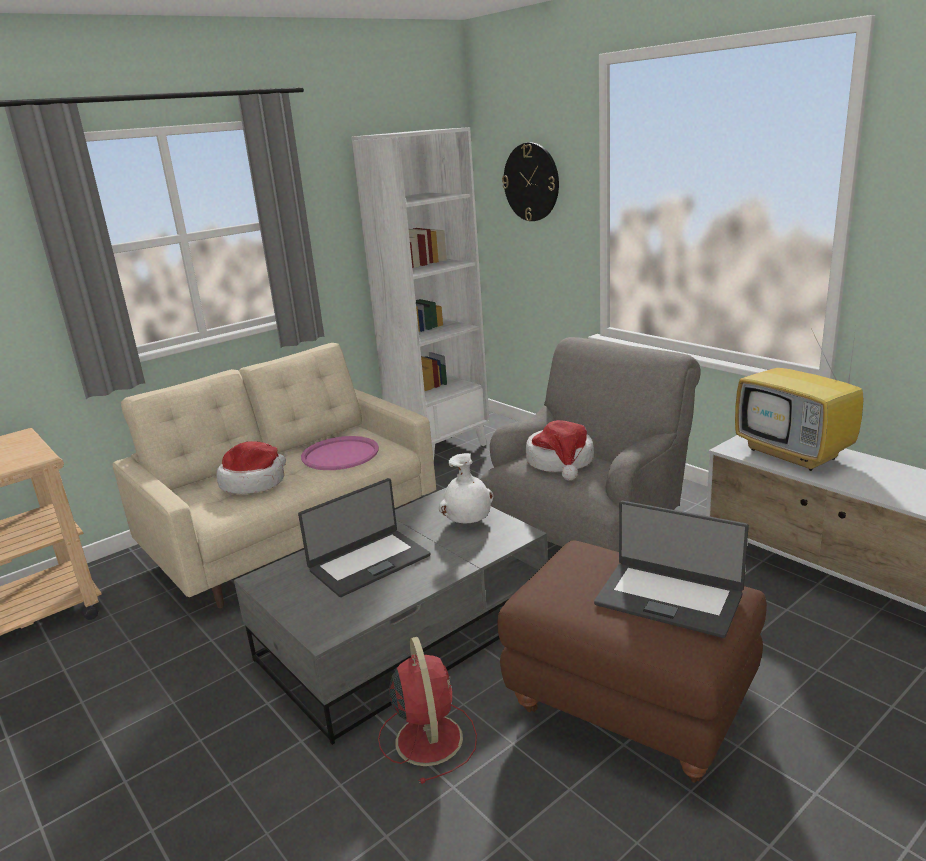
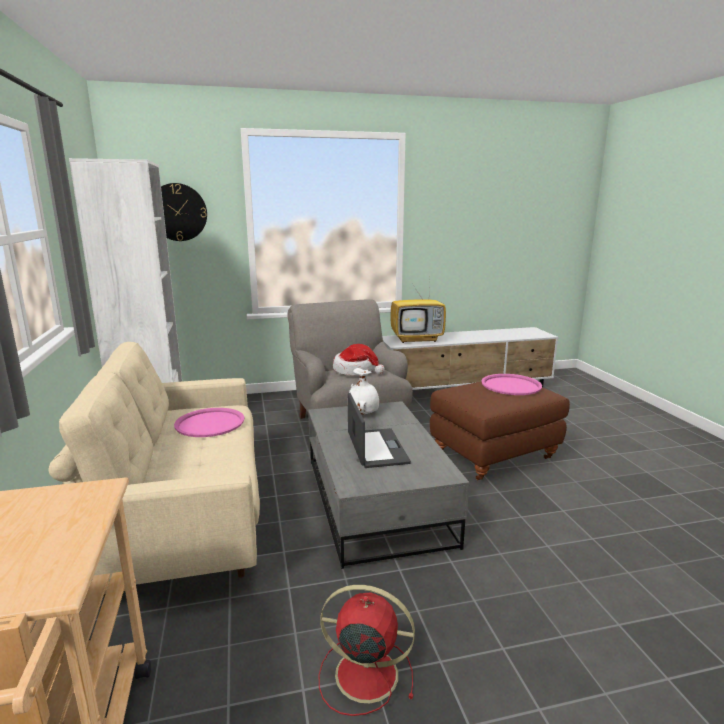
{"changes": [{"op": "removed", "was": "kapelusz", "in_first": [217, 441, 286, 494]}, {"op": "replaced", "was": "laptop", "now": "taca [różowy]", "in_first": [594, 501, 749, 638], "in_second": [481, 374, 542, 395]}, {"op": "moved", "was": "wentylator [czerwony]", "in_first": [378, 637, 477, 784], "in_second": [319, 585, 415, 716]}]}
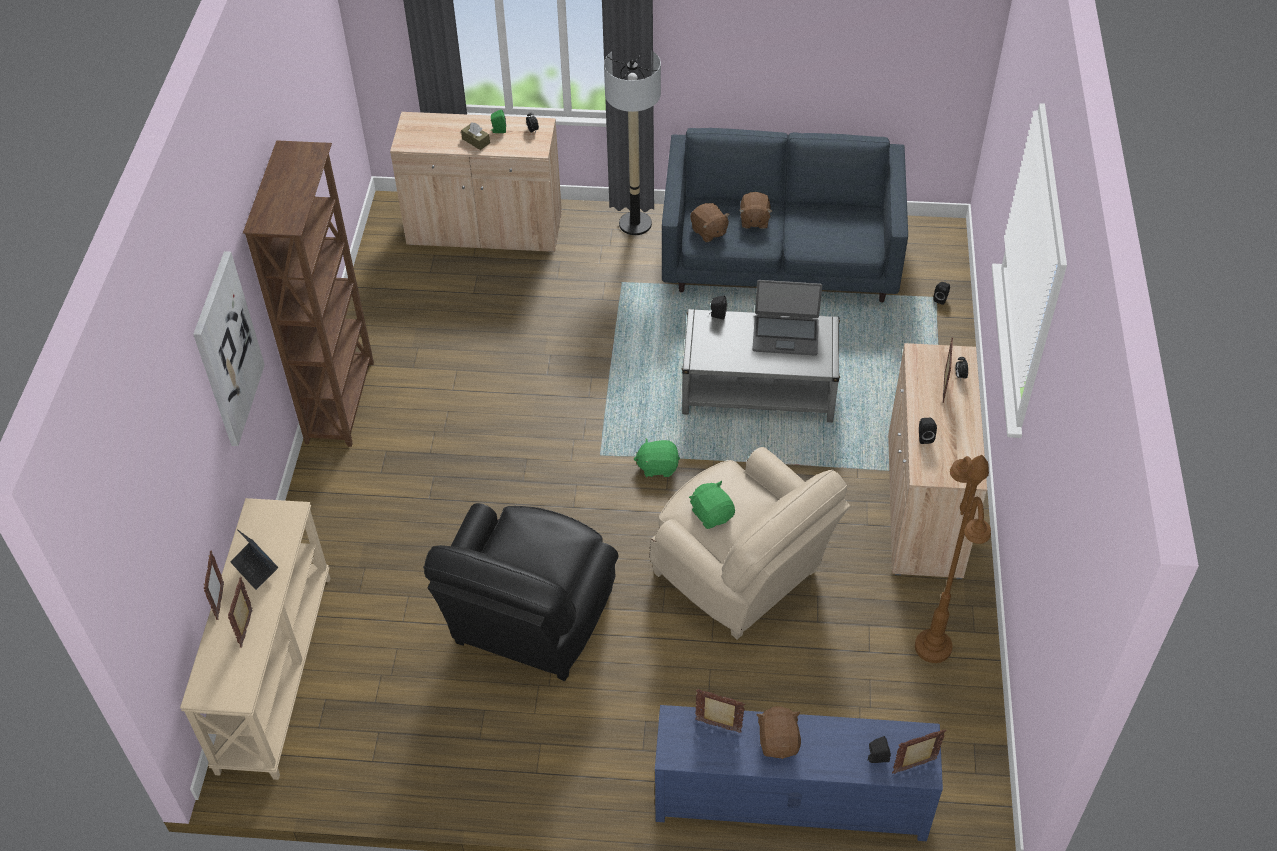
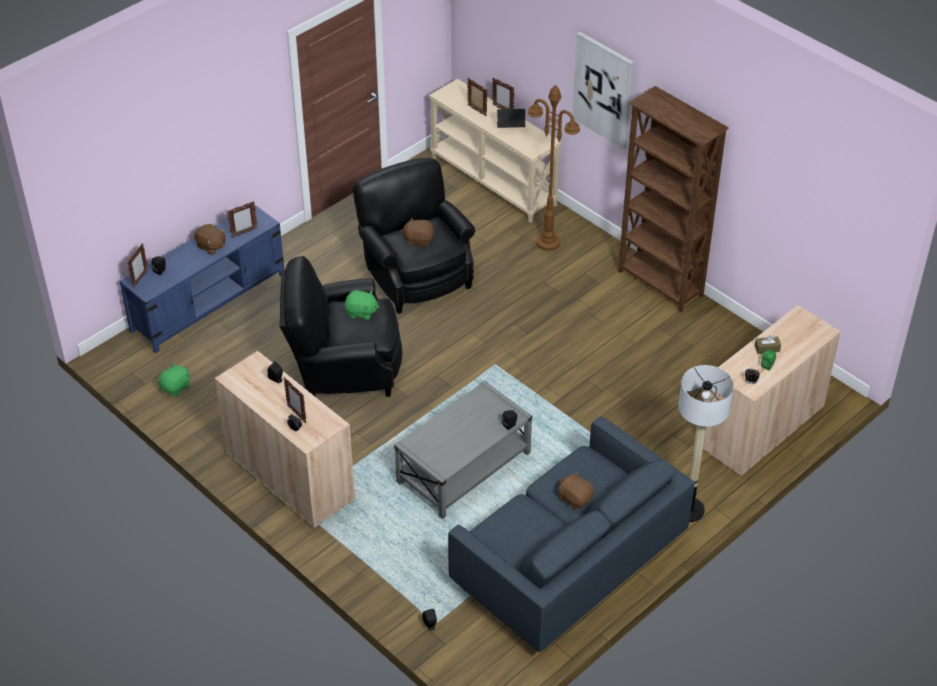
{"changes": [{"op": "moved", "was": "pluszak [brązowy]", "in_first": [690, 203, 730, 242], "in_second": [401, 217, 435, 247]}, {"op": "removed", "was": "laptop", "in_first": [752, 280, 822, 356]}, {"op": "moved", "was": "pluszak [zielony]", "in_first": [634, 438, 680, 477], "in_second": [158, 363, 190, 396]}, {"op": "recoloured", "was": "fotel [beżowy]", "now": "fotel [czarny]", "in_first": [650, 447, 851, 640], "in_second": [280, 256, 402, 397]}, {"op": "moved", "was": "lampa stojąca [brązowy]", "in_first": [915, 455, 991, 663], "in_second": [528, 85, 580, 251]}]}
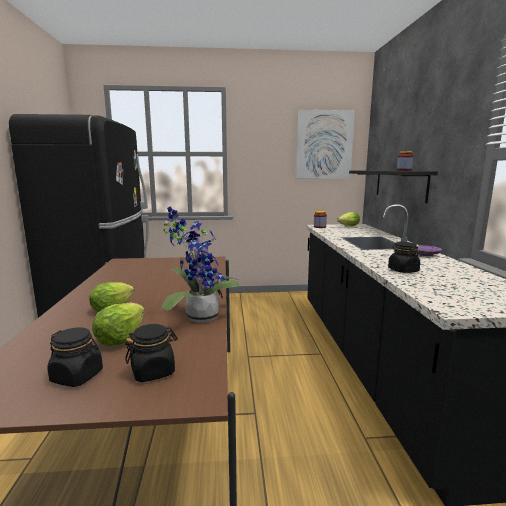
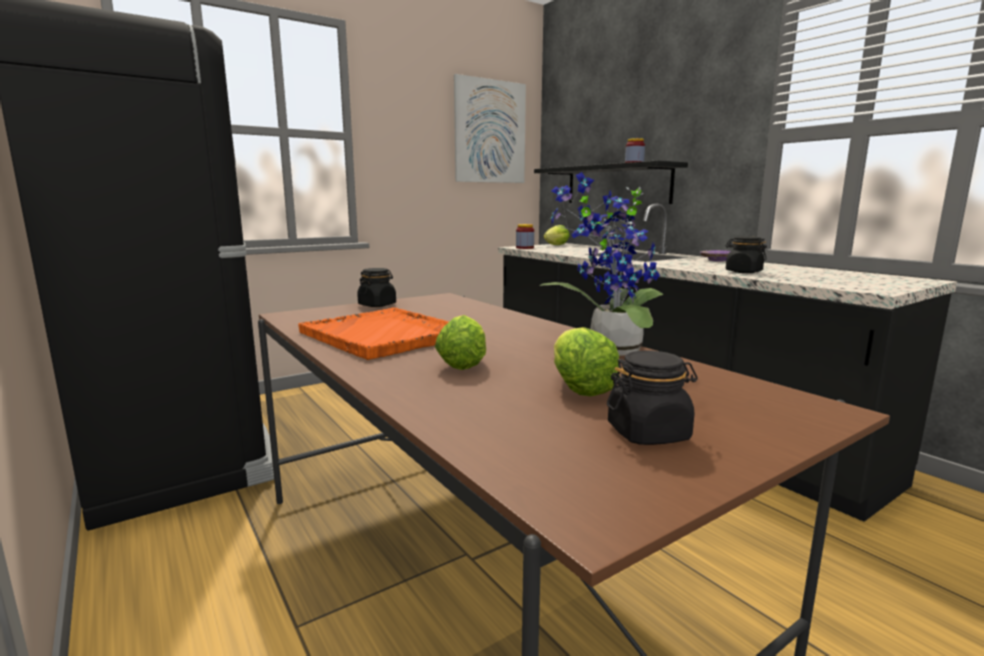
{"changes": [{"op": "moved", "was": "słoik [czarny]", "in_first": [125, 324, 178, 382], "in_second": [357, 268, 396, 307]}, {"op": "added", "now": "taca [pomarańczowy]", "in_second": [298, 307, 448, 360]}]}
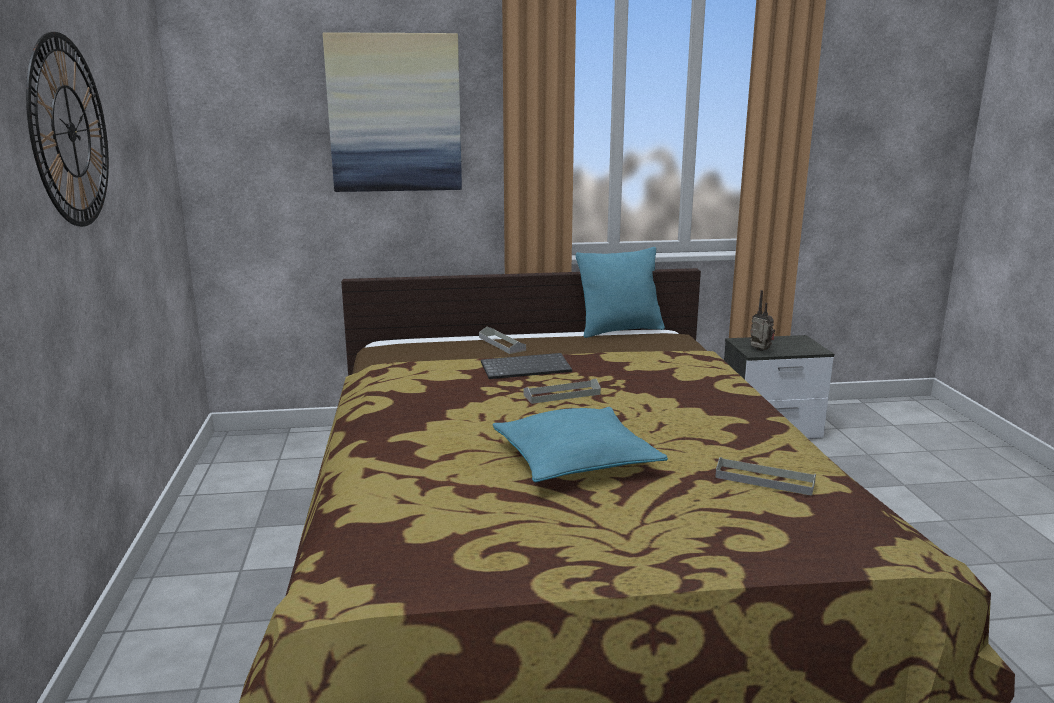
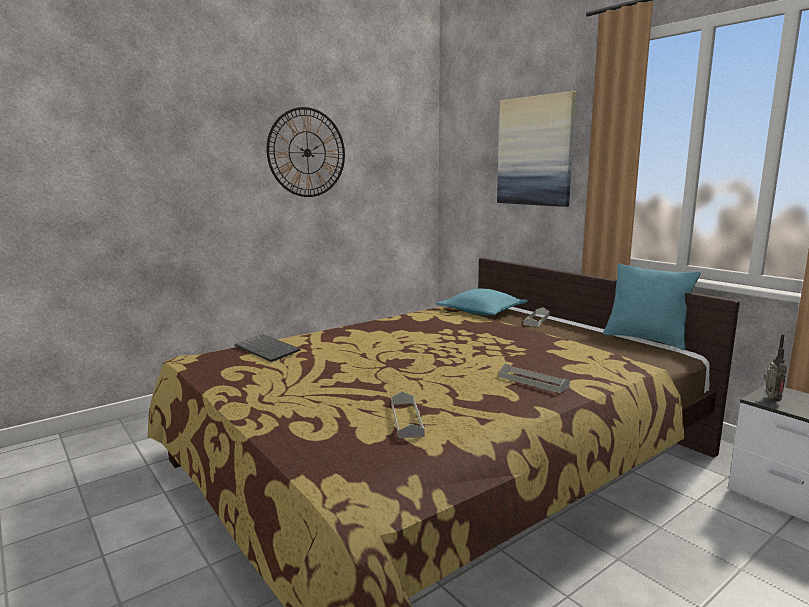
{"changes": [{"op": "moved", "was": "klawiatura", "in_first": [481, 353, 572, 379], "in_second": [235, 334, 300, 362]}, {"op": "moved", "was": "taca [szary]", "in_first": [524, 379, 601, 404], "in_second": [499, 364, 570, 393]}, {"op": "moved", "was": "poduszka [turkusowy]", "in_first": [493, 407, 668, 482], "in_second": [437, 289, 528, 315]}]}
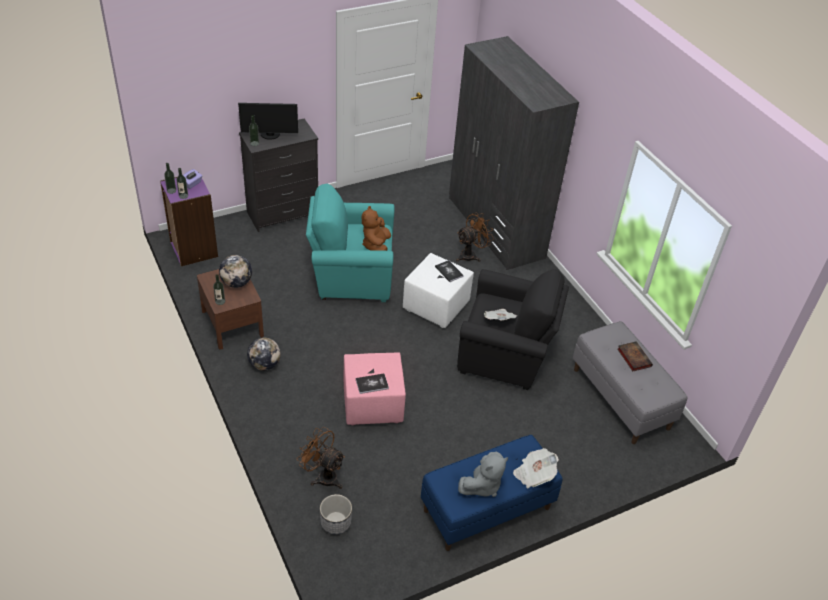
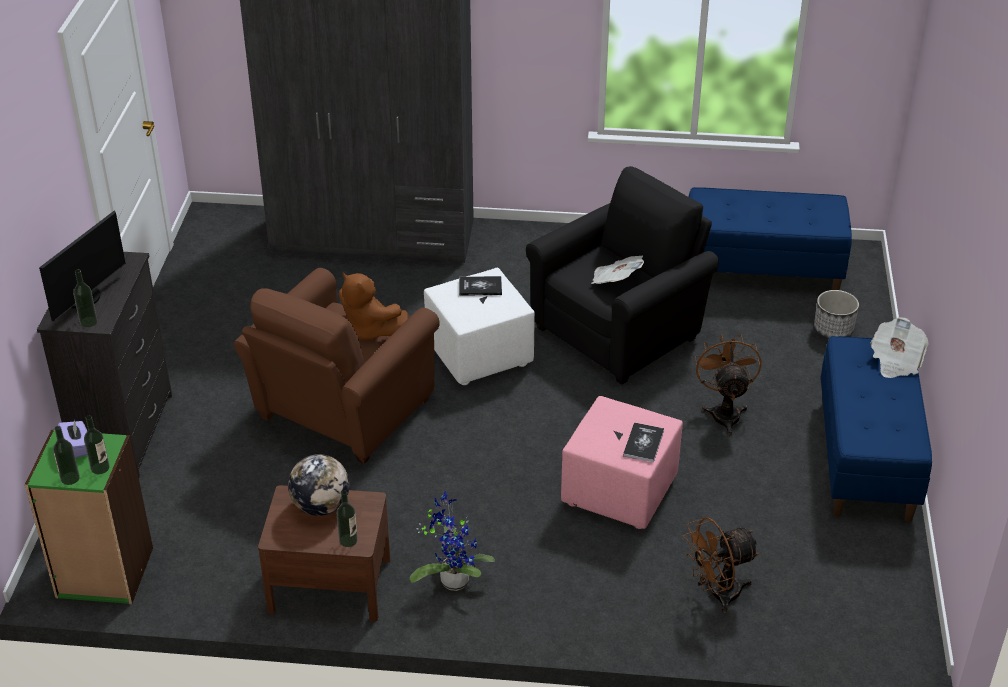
{"changes": [{"op": "recoloured", "was": "regał [fioletowy]", "now": "regał [zielony]", "in_first": [160, 177, 218, 266], "in_second": [25, 430, 153, 604]}, {"op": "recoloured", "was": "fotel [turkusowy]", "now": "fotel [brązowy]", "in_first": [306, 184, 394, 302], "in_second": [234, 268, 440, 464]}, {"op": "moved", "was": "wentylator [brązowy]", "in_first": [456, 213, 494, 262], "in_second": [695, 334, 761, 435]}, {"op": "recoloured", "was": "ławka [szary]", "now": "ławka [niebieski]", "in_first": [573, 321, 687, 444], "in_second": [689, 187, 852, 290]}, {"op": "replaced", "was": "globus", "now": "roślina doniczkowa", "in_first": [247, 337, 281, 371], "in_second": [410, 491, 495, 591]}, {"op": "removed", "was": "książka", "in_first": [618, 341, 653, 371]}, {"op": "removed", "was": "pluszak [szary]", "in_first": [458, 452, 508, 497]}, {"op": "moved", "was": "donica", "in_first": [320, 494, 352, 535], "in_second": [814, 290, 859, 338]}]}
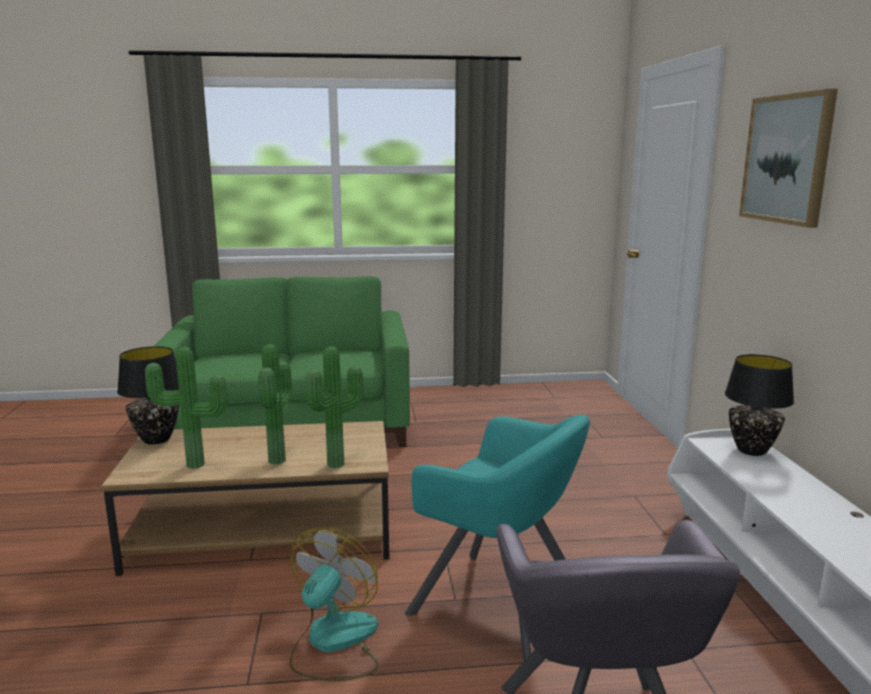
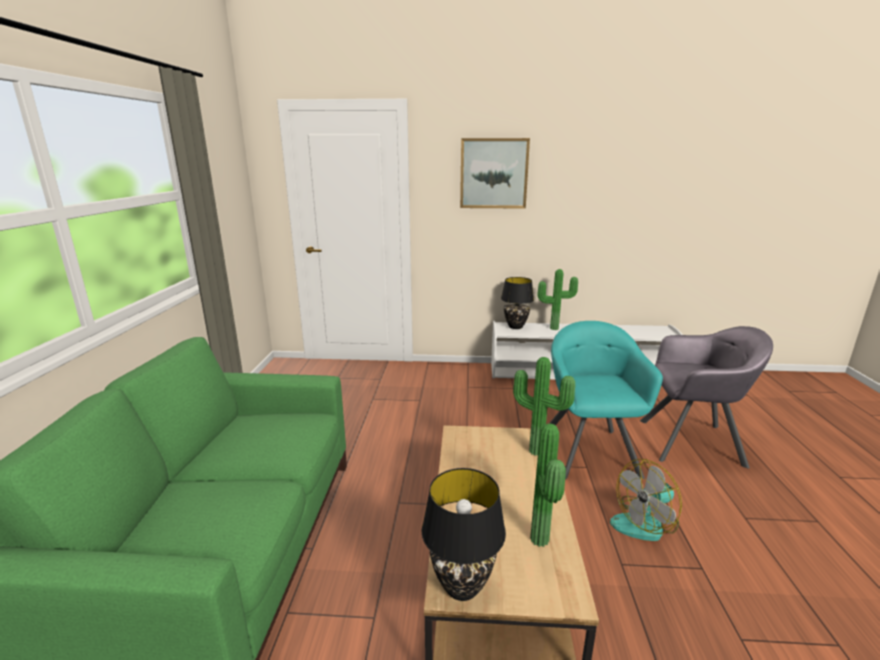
{"changes": [{"op": "moved", "was": "roślina doniczkowa", "in_first": [258, 344, 292, 465], "in_second": [537, 269, 578, 330]}, {"op": "turned", "was": "fotel [turkusowy]", "in_first": [405, 415, 590, 662], "in_second": [549, 321, 663, 480], "clockwise": -45}, {"op": "turned", "was": "wentylator", "in_first": [289, 527, 379, 681], "in_second": [610, 459, 682, 541], "clockwise": -60}]}
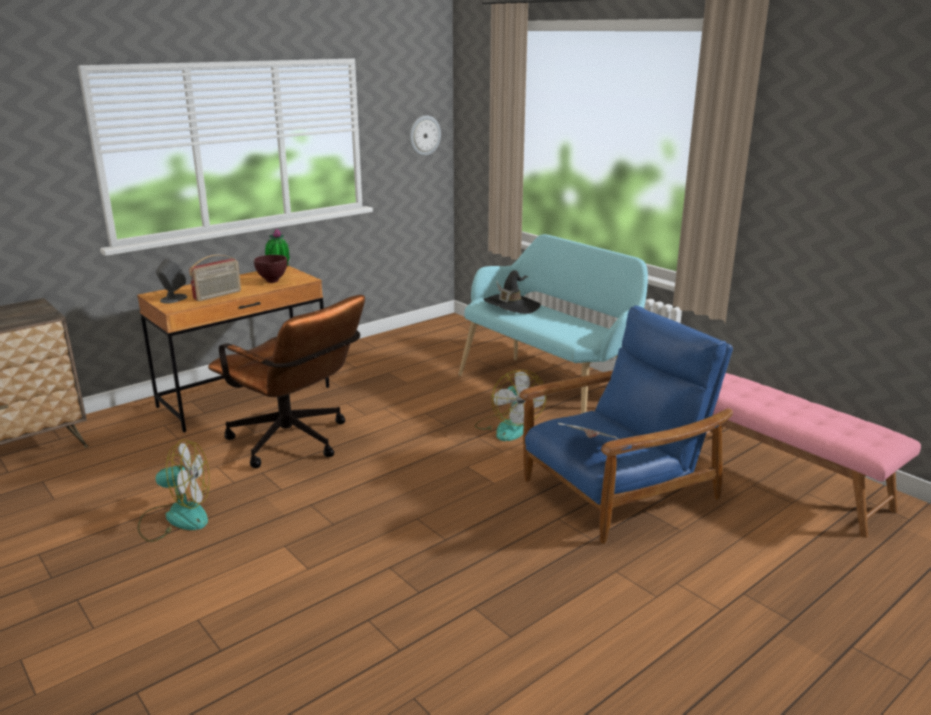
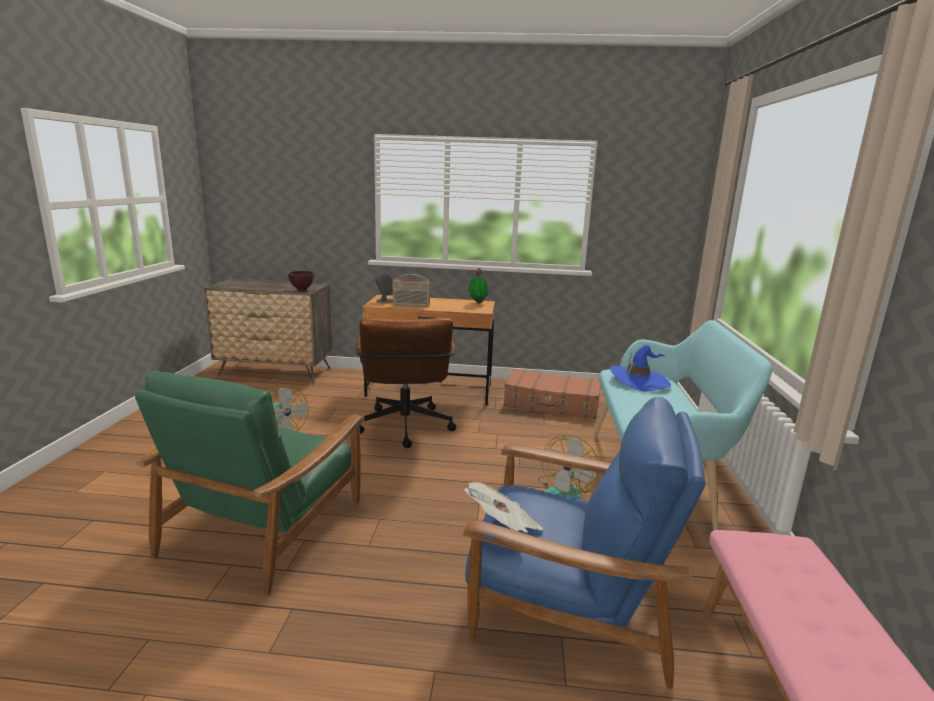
{"changes": [{"op": "removed", "was": "zegar ścienny", "in_first": [410, 115, 441, 156]}, {"op": "moved", "was": "miska [brązowy]", "in_first": [254, 255, 287, 283], "in_second": [288, 271, 314, 291]}, {"op": "recoloured", "was": "kapelusz [czarny]", "now": "kapelusz [niebieski]", "in_first": [483, 270, 541, 314], "in_second": [610, 345, 671, 391]}, {"op": "added", "now": "walizka [brązowy]", "in_second": [504, 369, 600, 419]}, {"op": "added", "now": "fotel [zielony]", "in_second": [135, 371, 364, 595]}]}
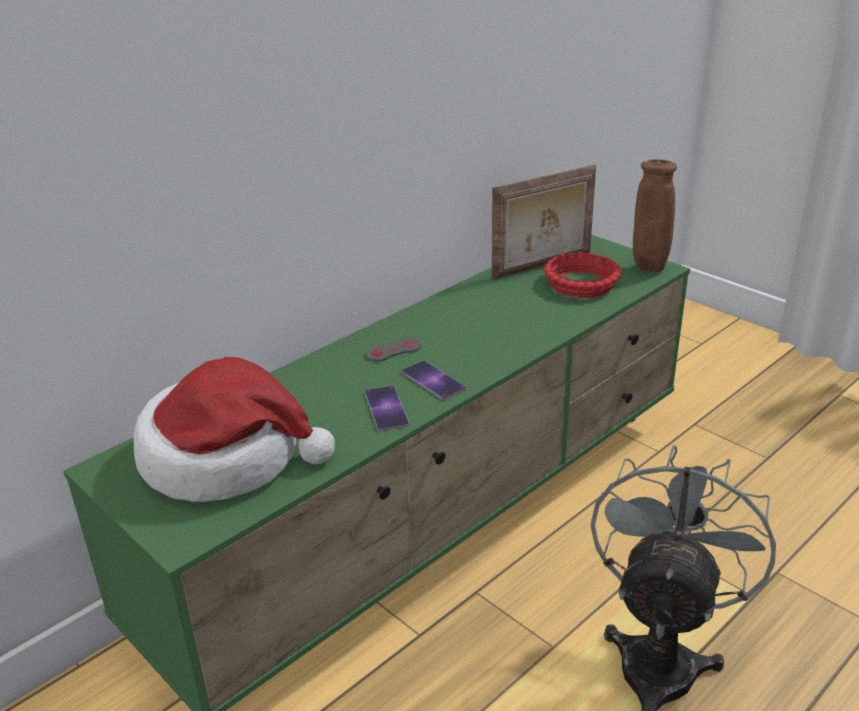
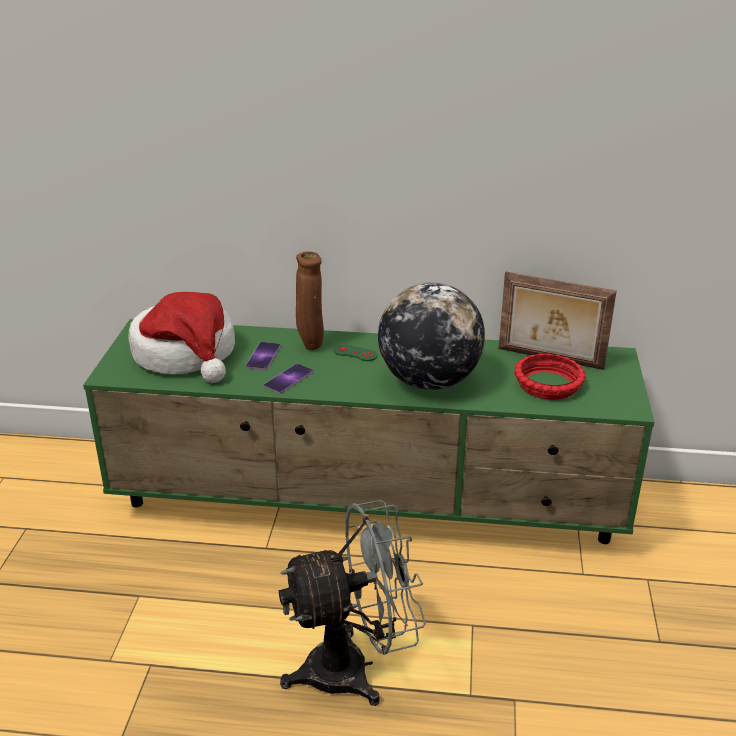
{"changes": [{"op": "moved", "was": "wazon [brązowy]", "in_first": [633, 159, 677, 272], "in_second": [296, 251, 324, 350]}, {"op": "recoloured", "was": "pad do gier [szary]", "now": "pad do gier [zielony]", "in_first": [365, 338, 421, 361], "in_second": [334, 344, 378, 361]}, {"op": "moved", "was": "telefon", "in_first": [402, 361, 466, 400], "in_second": [246, 342, 281, 370]}, {"op": "added", "now": "globus", "in_second": [378, 282, 485, 390]}]}
